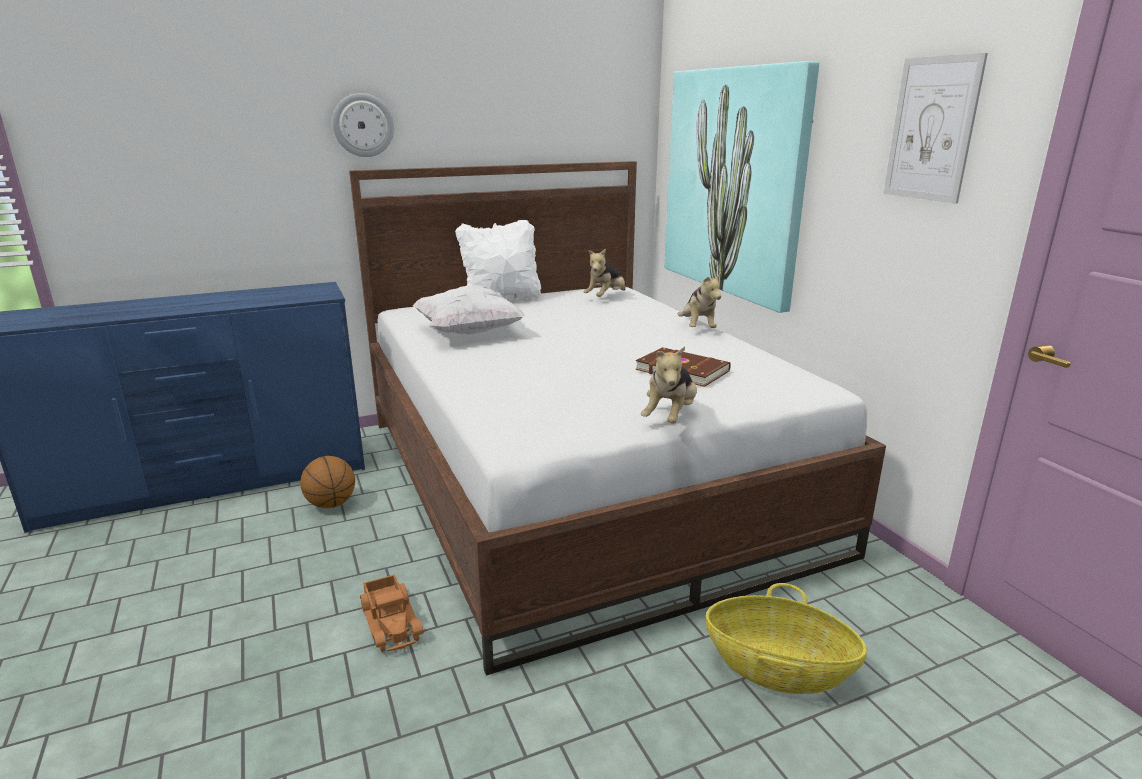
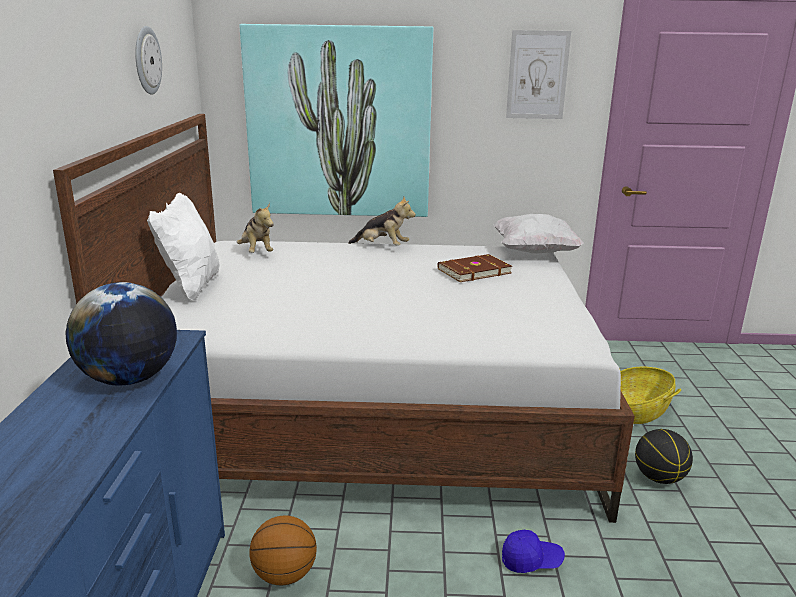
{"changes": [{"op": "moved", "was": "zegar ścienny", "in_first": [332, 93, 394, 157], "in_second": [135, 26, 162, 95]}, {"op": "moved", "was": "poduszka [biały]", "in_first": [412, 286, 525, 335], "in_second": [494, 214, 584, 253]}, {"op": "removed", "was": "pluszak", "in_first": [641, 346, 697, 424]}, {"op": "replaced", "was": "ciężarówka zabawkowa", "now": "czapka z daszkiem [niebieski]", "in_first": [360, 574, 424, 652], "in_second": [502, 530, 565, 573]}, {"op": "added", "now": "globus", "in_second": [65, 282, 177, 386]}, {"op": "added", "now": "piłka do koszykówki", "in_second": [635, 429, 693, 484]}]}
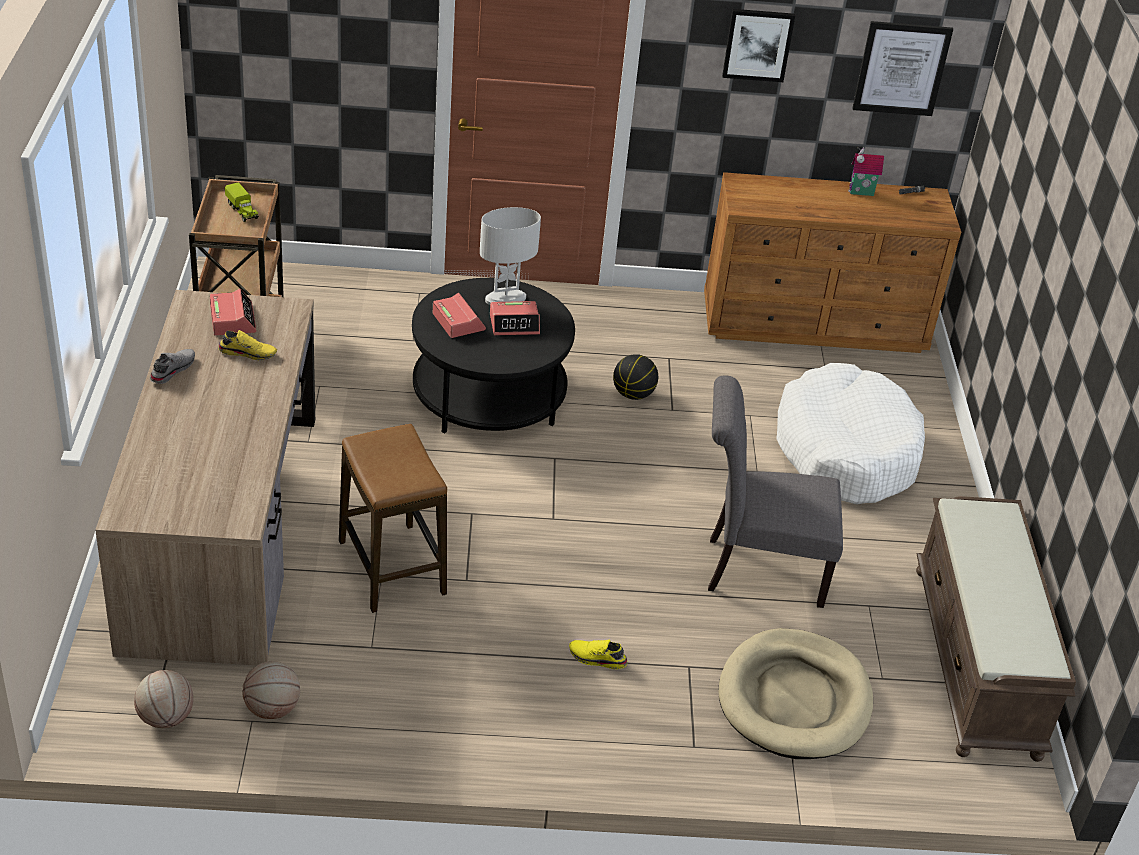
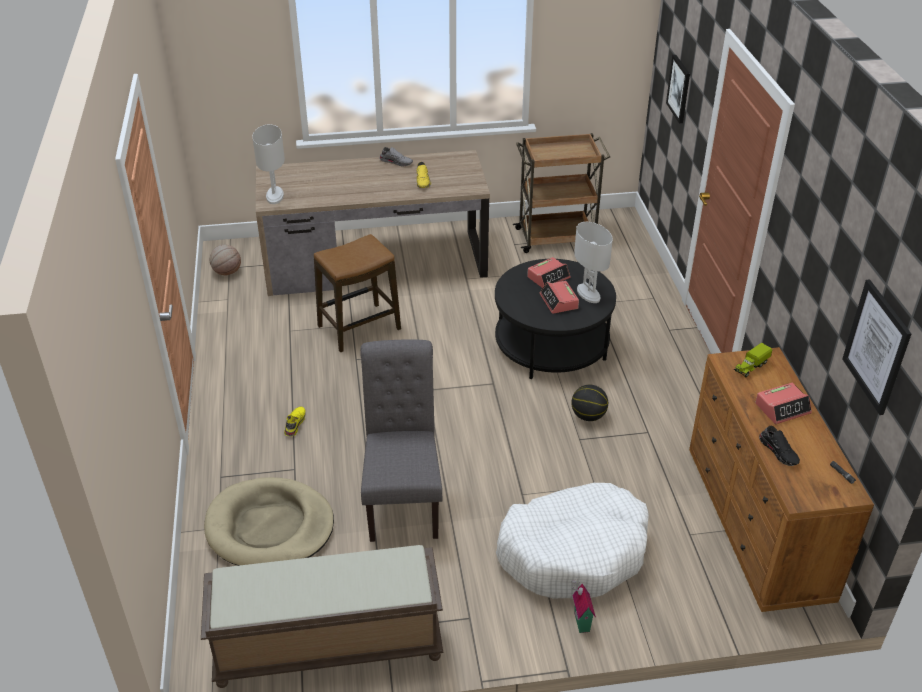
{"changes": [{"op": "moved", "was": "obraz", "in_first": [722, 9, 795, 82], "in_second": [666, 55, 690, 123]}, {"op": "moved", "was": "domek", "in_first": [848, 148, 884, 196], "in_second": [571, 580, 596, 633]}, {"op": "moved", "was": "ciężarówka zabawkowa", "in_first": [225, 182, 259, 222], "in_second": [734, 343, 772, 377]}, {"op": "moved", "was": "budzik", "in_first": [210, 289, 257, 336], "in_second": [755, 383, 812, 424]}, {"op": "removed", "was": "piłka do koszykówki", "in_first": [242, 661, 300, 719]}, {"op": "added", "now": "lampa stołowa [biały]", "in_second": [252, 124, 285, 204]}, {"op": "added", "now": "but [czarny]", "in_second": [759, 426, 800, 466]}]}
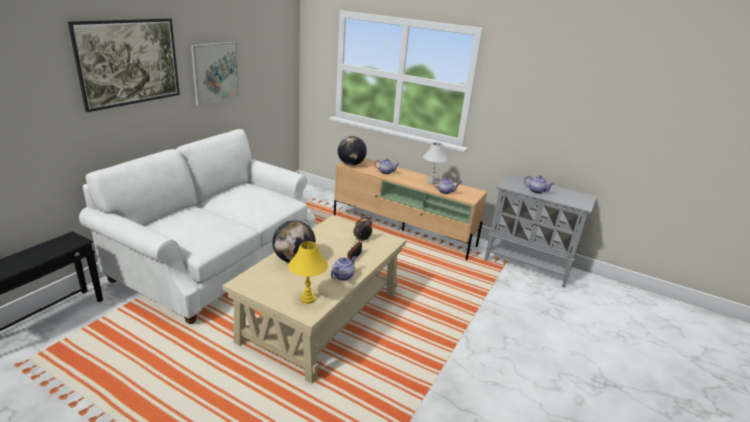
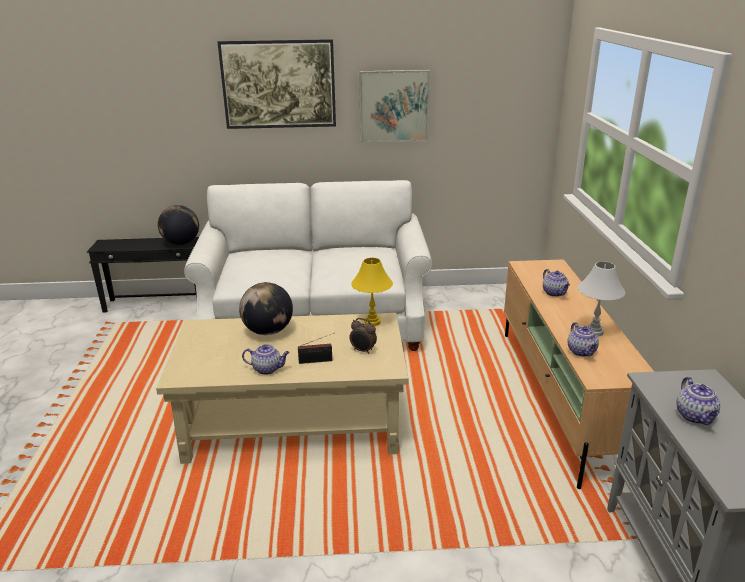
{"changes": [{"op": "moved", "was": "globus", "in_first": [338, 136, 367, 165], "in_second": [158, 205, 199, 245]}, {"op": "moved", "was": "lampa stołowa [żółty]", "in_first": [288, 241, 328, 304], "in_second": [351, 258, 393, 326]}]}
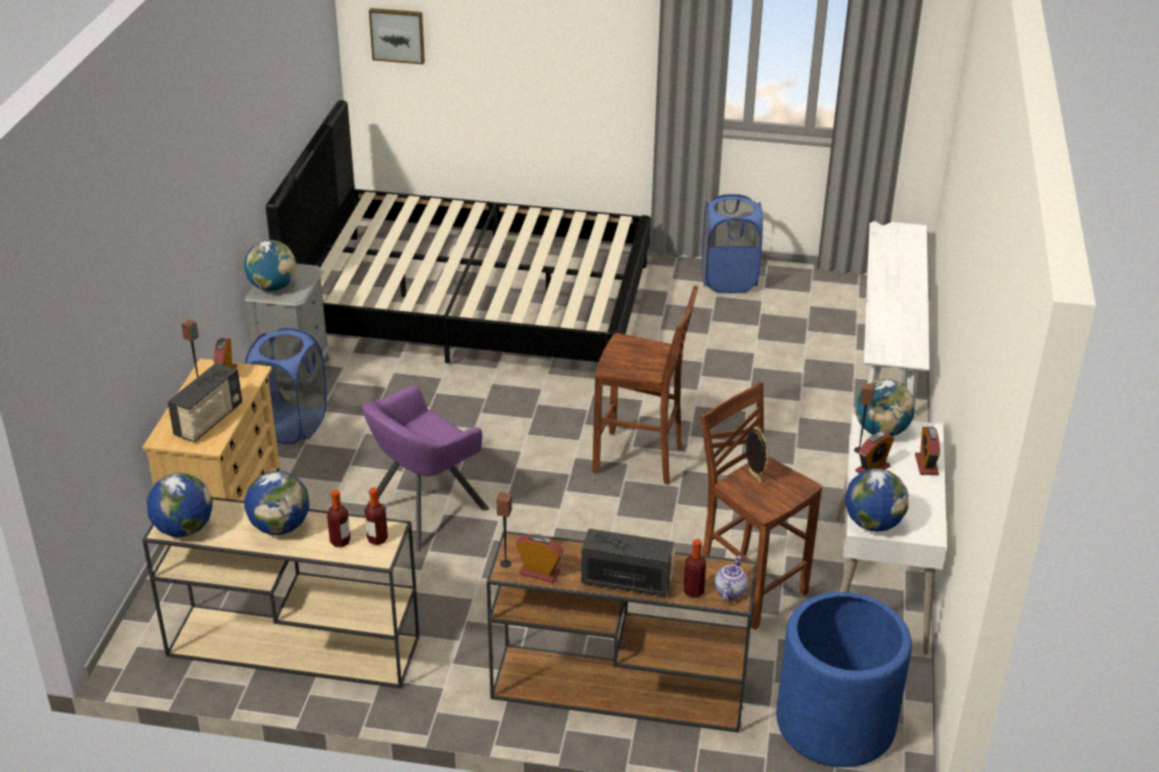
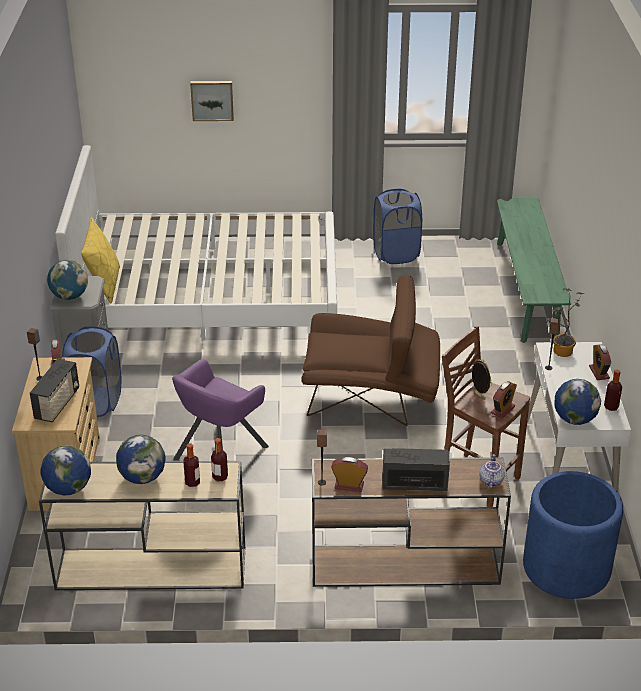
{"changes": [{"op": "moved", "was": "obraz", "in_first": [369, 8, 425, 64], "in_second": [190, 81, 234, 121]}, {"op": "recoloured", "was": "łóżko [czarny]", "now": "łóżko [biały]", "in_first": [266, 100, 651, 364], "in_second": [55, 145, 337, 341]}, {"op": "recoloured", "was": "ławka [biały]", "now": "ławka [zielony]", "in_first": [864, 221, 929, 418], "in_second": [497, 198, 571, 343]}, {"op": "replaced", "was": "stołek [brązowy]", "now": "fotel [brązowy]", "in_first": [592, 285, 698, 485], "in_second": [301, 275, 440, 426]}, {"op": "replaced", "was": "globus", "now": "roślina doniczkowa", "in_first": [855, 379, 915, 436], "in_second": [546, 288, 585, 357]}, {"op": "moved", "was": "budzik", "in_first": [855, 432, 894, 474], "in_second": [491, 381, 517, 418]}, {"op": "moved", "was": "butelka", "in_first": [684, 539, 706, 598], "in_second": [604, 369, 622, 411]}, {"op": "added", "now": "poduszka [żółty]", "in_second": [81, 217, 120, 303]}]}
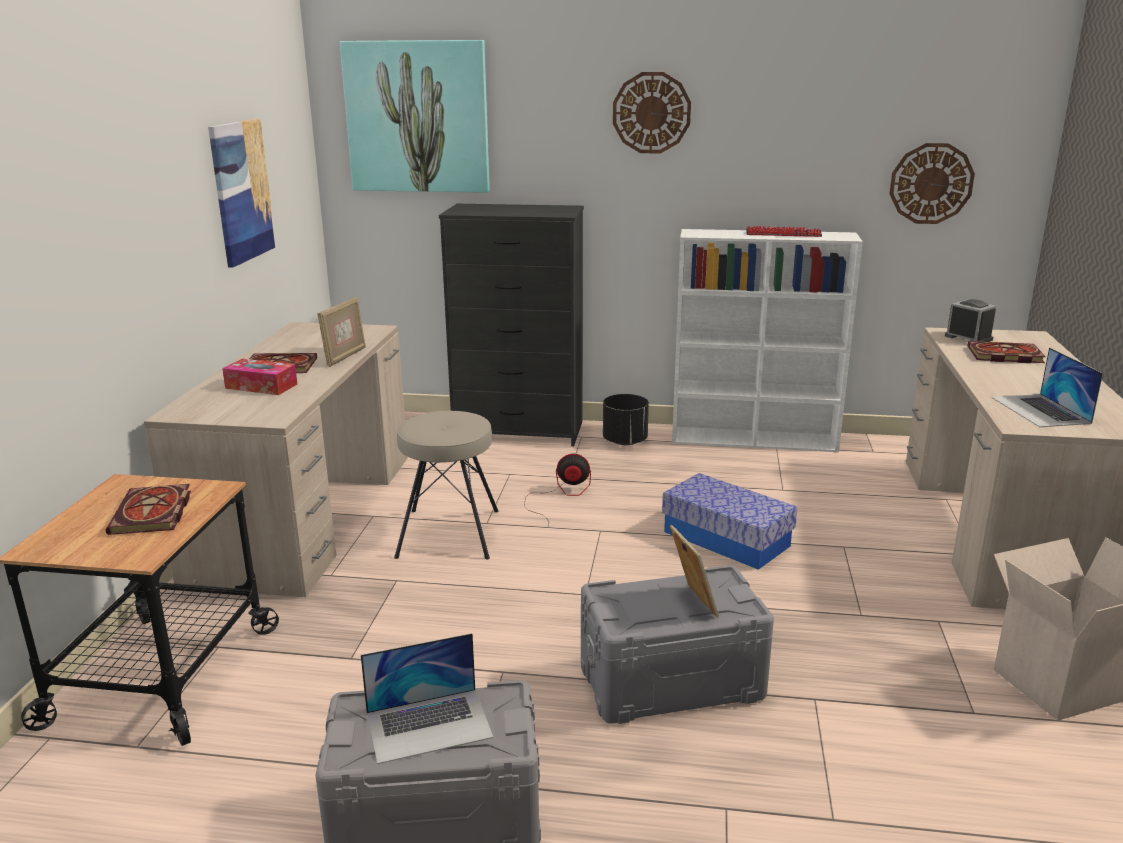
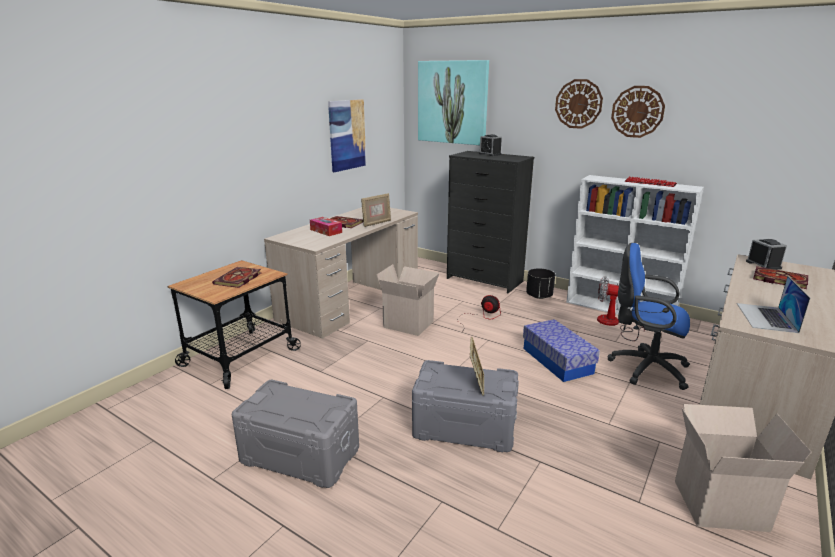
{"changes": [{"op": "moved", "was": "zegar ścienny", "in_first": [890, 143, 975, 224], "in_second": [611, 86, 665, 138]}, {"op": "replaced", "was": "stołek [beżowy]", "now": "karton", "in_first": [394, 411, 499, 560], "in_second": [377, 264, 440, 336]}, {"op": "removed", "was": "laptop", "in_first": [361, 633, 493, 764]}, {"op": "added", "now": "budzik", "in_second": [479, 134, 502, 156]}, {"op": "added", "now": "krzesło biurowe [niebieski]", "in_second": [607, 243, 690, 390]}, {"op": "added", "now": "wentylator", "in_second": [597, 276, 645, 341]}]}
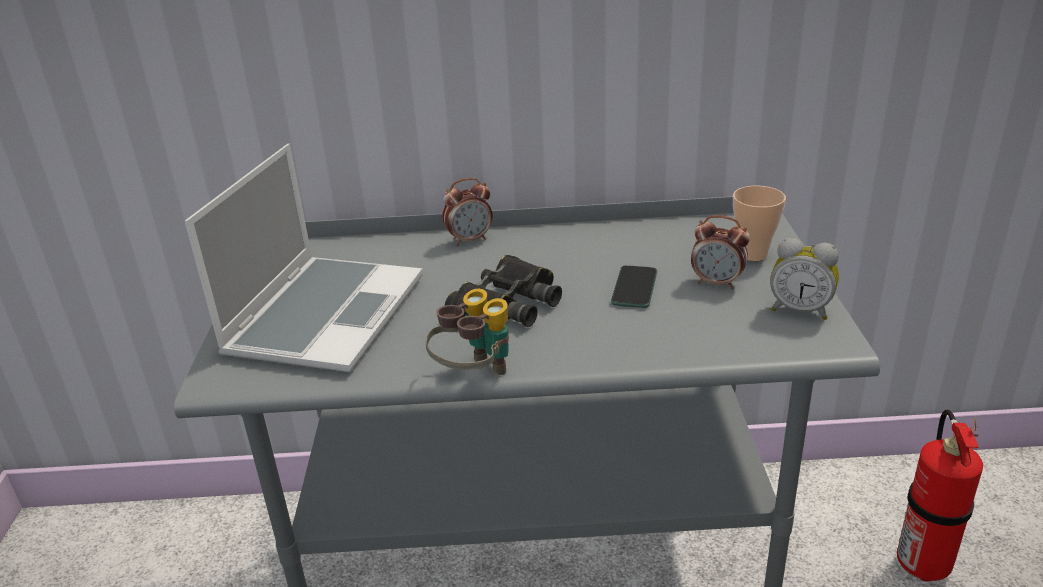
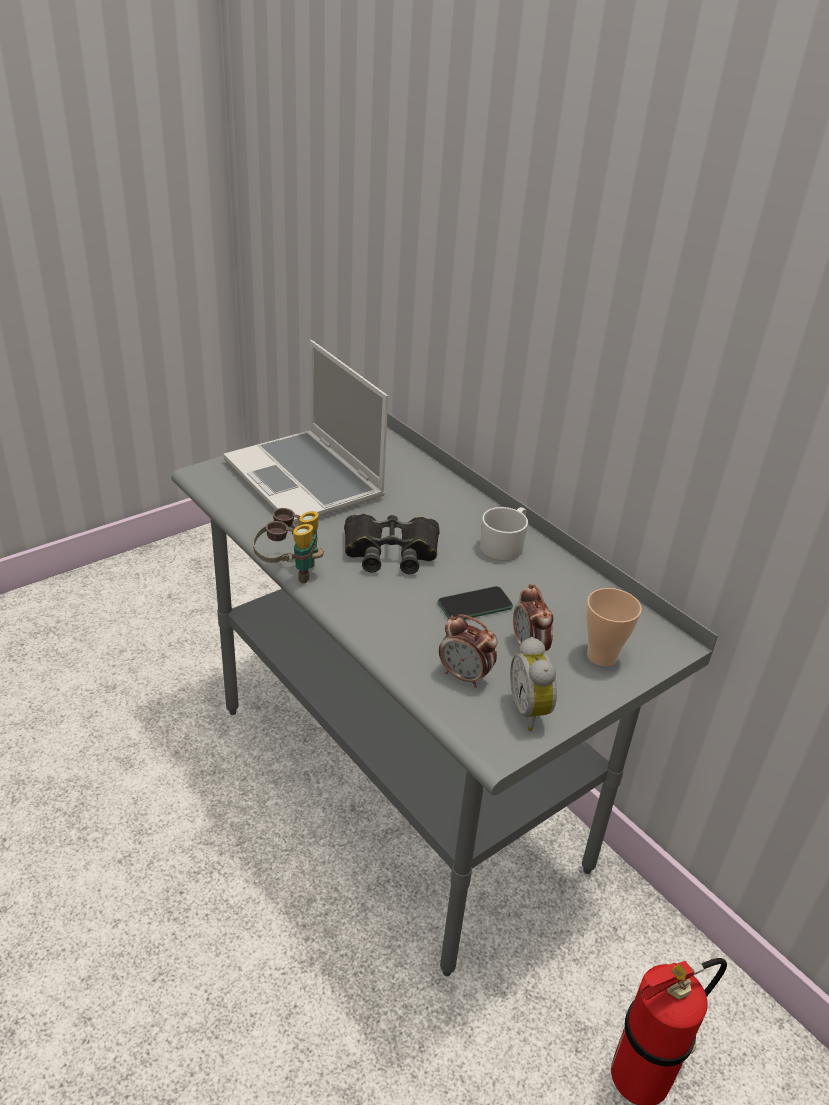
{"changes": [{"op": "turned", "was": "laptop", "in_first": [185, 144, 423, 372], "in_second": [223, 340, 388, 525], "clockwise": 75}, {"op": "moved", "was": "budzik", "in_first": [442, 178, 493, 246], "in_second": [439, 614, 497, 688]}, {"op": "added", "now": "kubek [biały]", "in_second": [480, 507, 528, 561]}]}
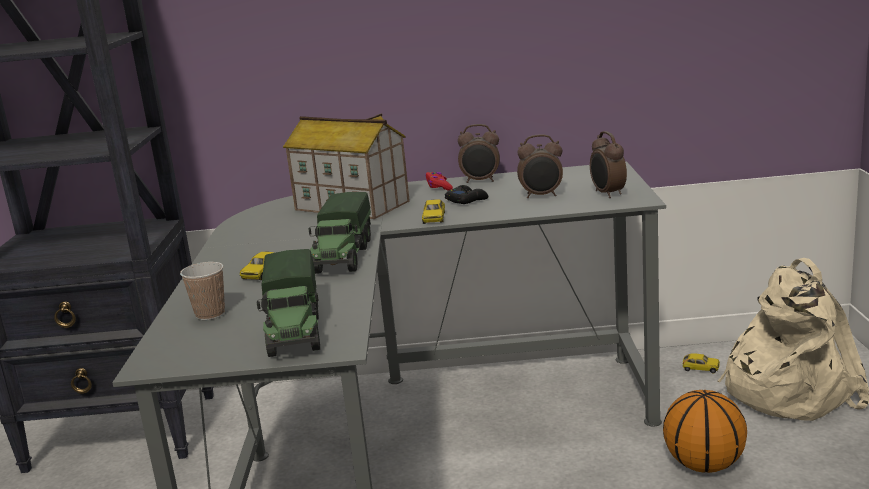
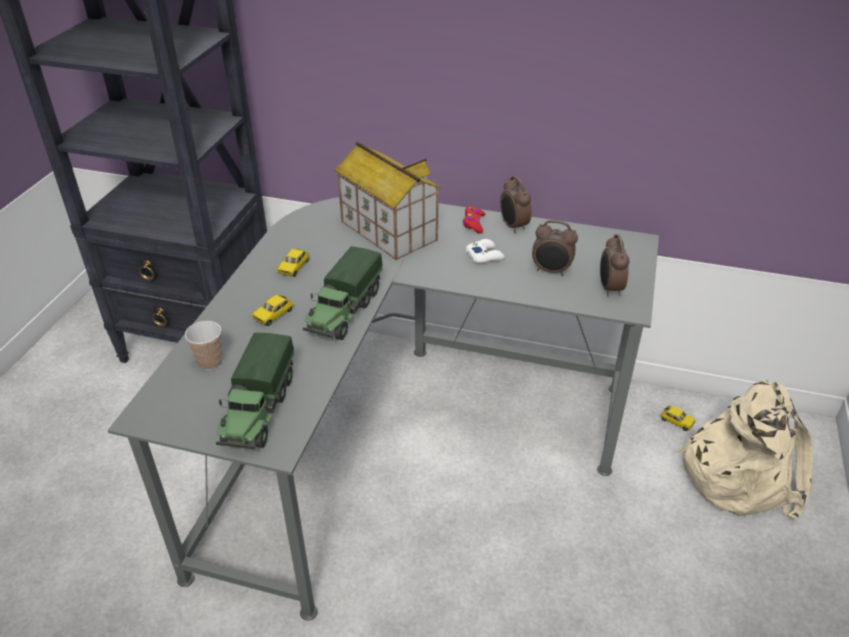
{"changes": [{"op": "turned", "was": "budzik", "in_first": [458, 124, 500, 183], "in_second": [500, 176, 532, 233], "clockwise": 45}, {"op": "recoloured", "was": "pad do gier [czarny]", "now": "pad do gier [biały]", "in_first": [445, 185, 488, 204], "in_second": [466, 239, 505, 263]}, {"op": "moved", "was": "samochodzik", "in_first": [422, 200, 445, 224], "in_second": [277, 249, 309, 277]}, {"op": "removed", "was": "piłka do koszykówki", "in_first": [663, 390, 747, 473]}]}
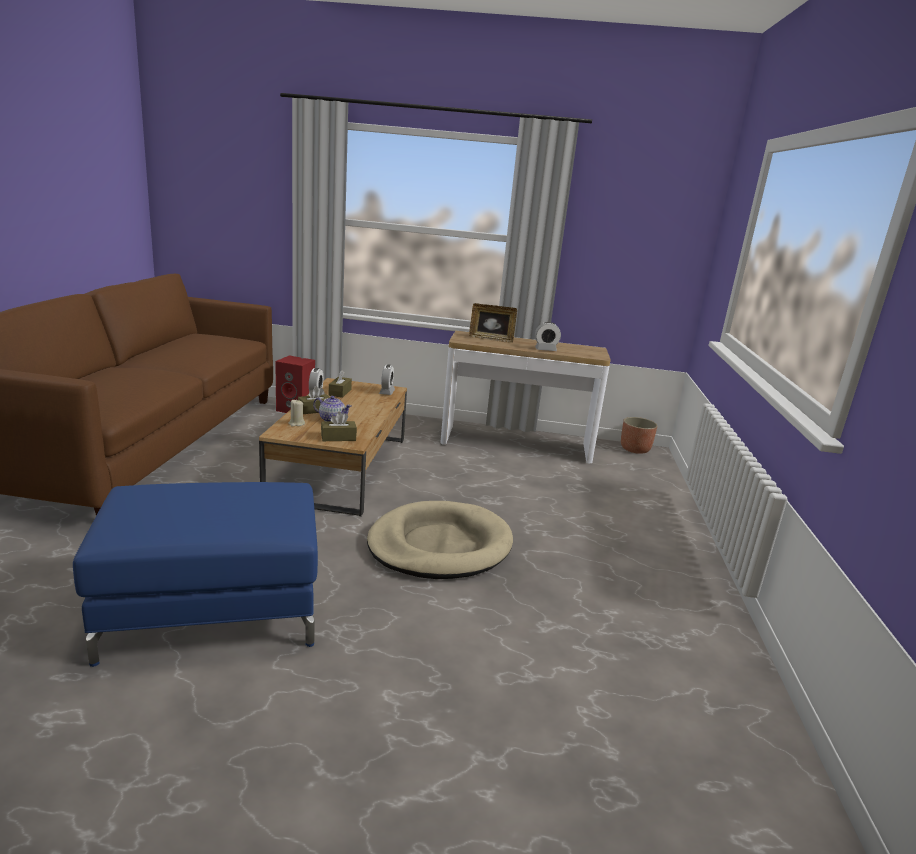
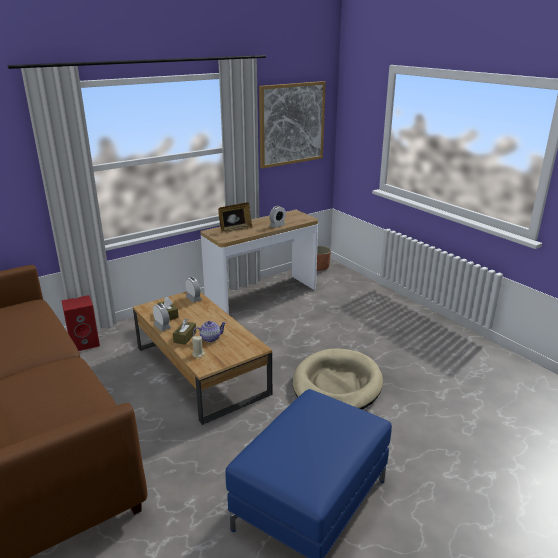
{"changes": [{"op": "removed", "was": "pudełko chusteczek [brązowy]", "in_first": [321, 412, 357, 441]}, {"op": "added", "now": "obraz", "in_second": [259, 81, 326, 169]}]}
